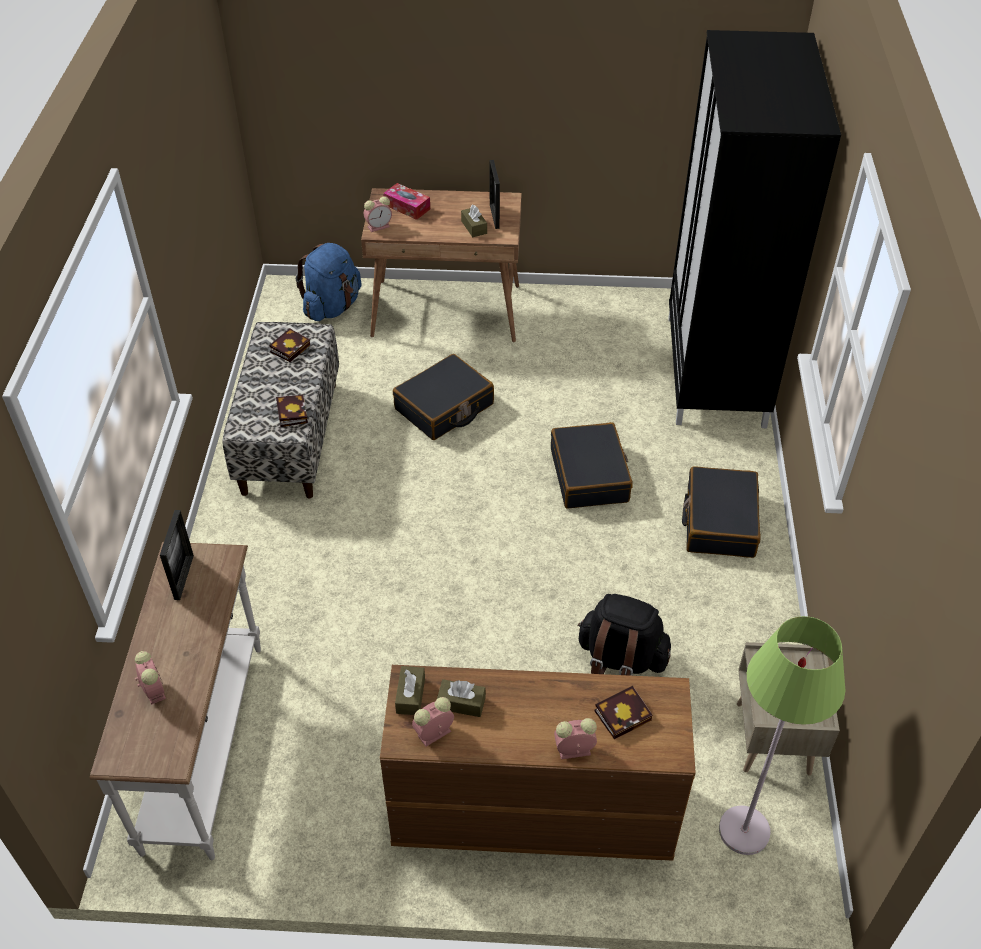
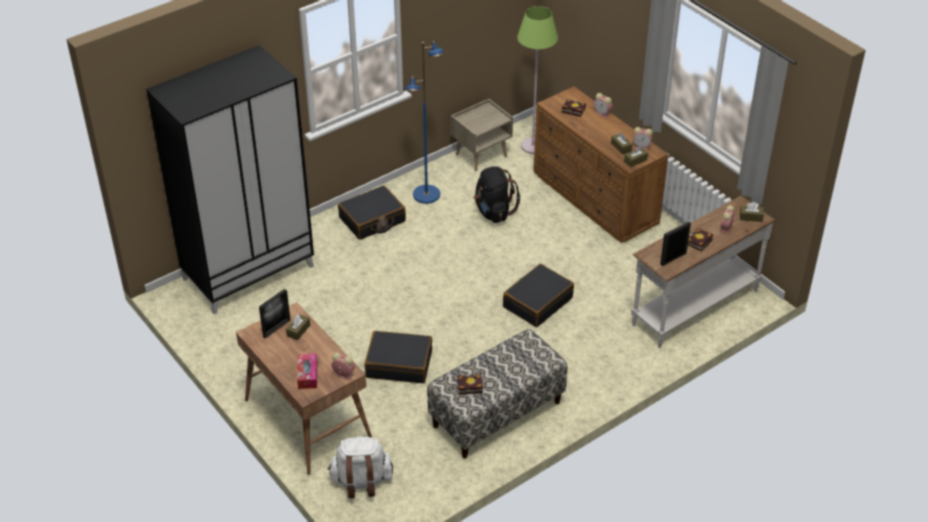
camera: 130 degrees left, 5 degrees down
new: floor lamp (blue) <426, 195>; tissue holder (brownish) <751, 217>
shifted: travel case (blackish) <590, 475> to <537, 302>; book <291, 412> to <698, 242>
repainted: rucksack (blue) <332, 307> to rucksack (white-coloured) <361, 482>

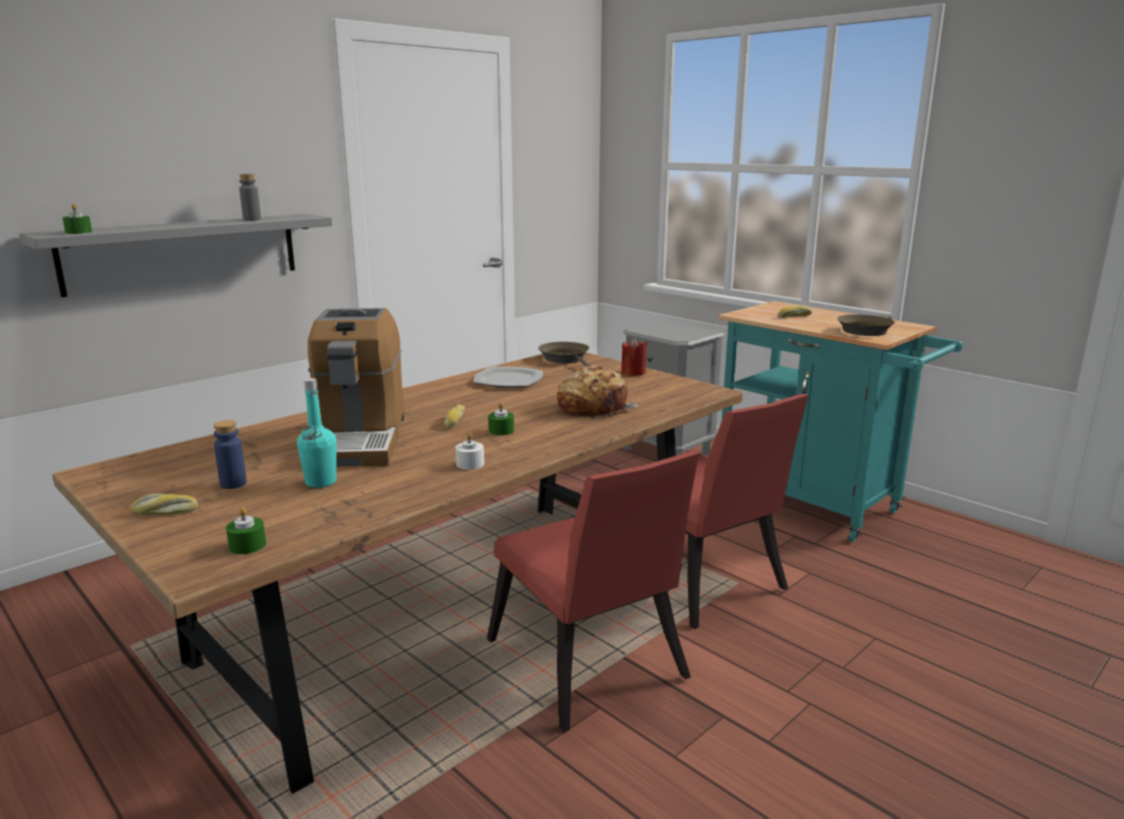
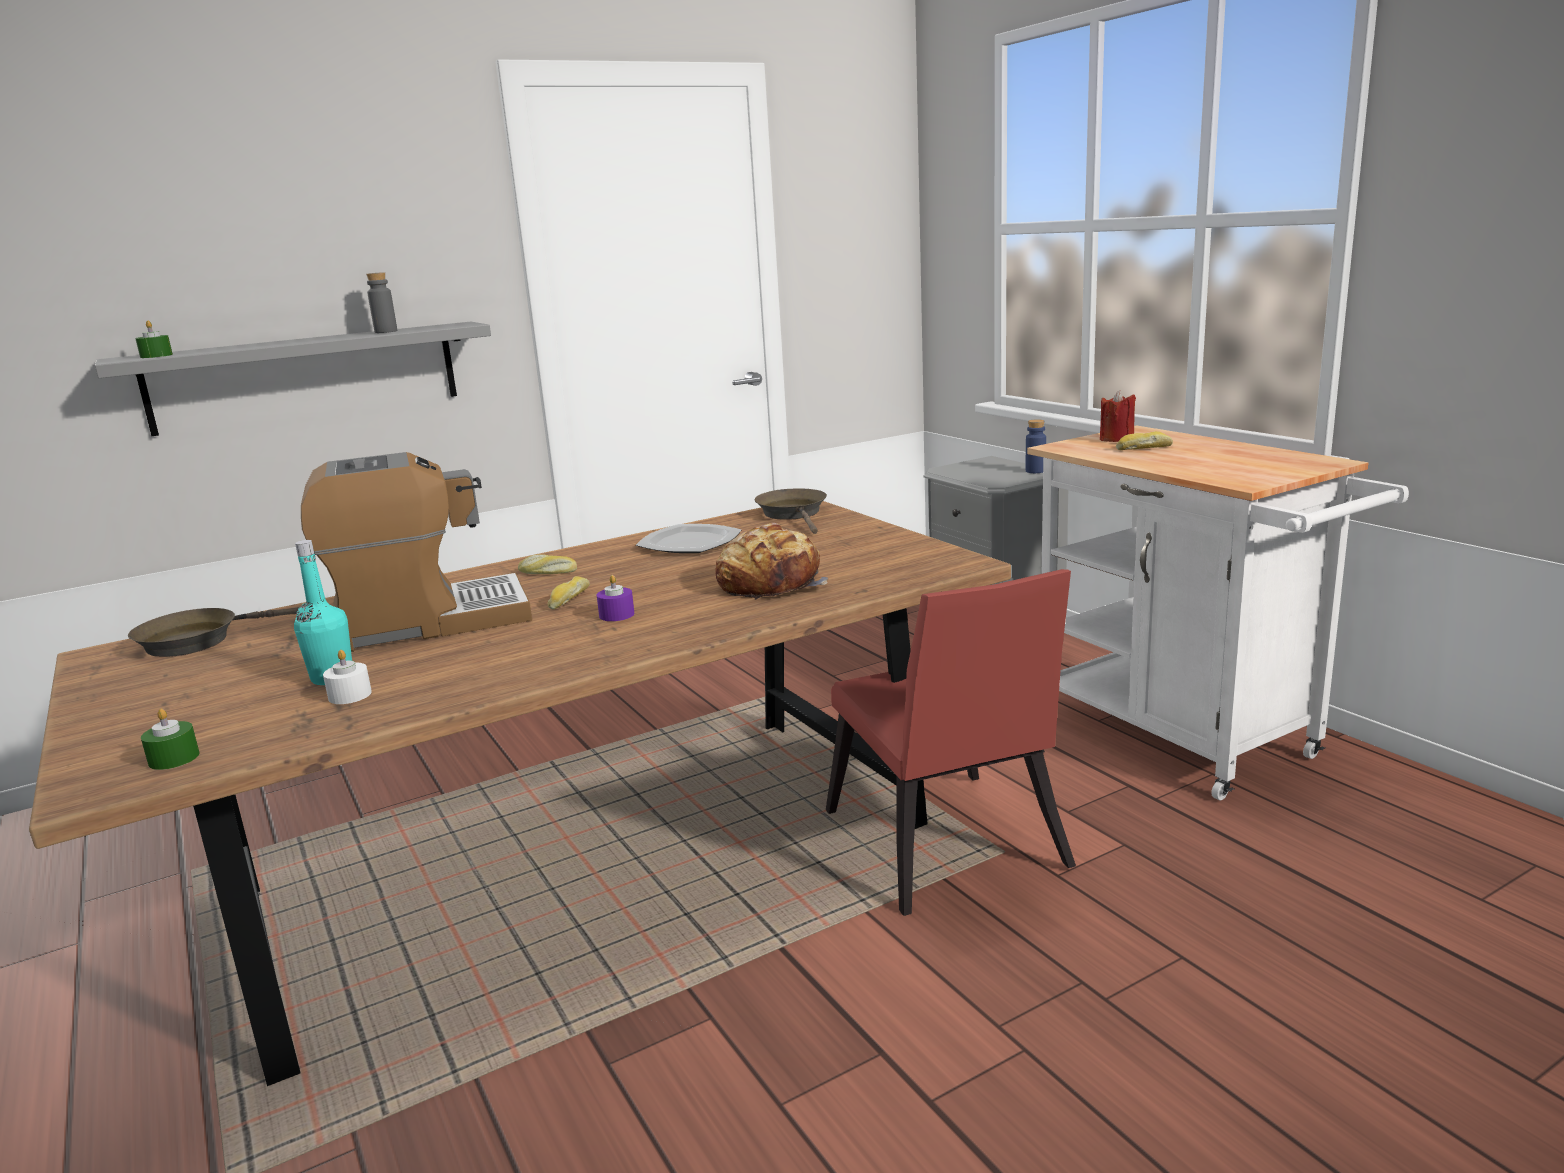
camera: 15 degrees right, 0 degrees up
gone: upright chair (reddish) <589, 668>
shifted: frying pan (brownish) <866, 330> to <198, 641>; wax candle (white-coloured) <470, 464> to <350, 695>; baked bread <164, 512> to <547, 572>; drink bottle (blue) <233, 484> to <1035, 471>; wax candle (reddish) <633, 373> to <1116, 439>
repainted: wax candle (greenish) <501, 431> to wax candle (purplish) <616, 615>; cart (turquoise-coloured) <816, 505> to cart (white-coloured) <1186, 739>
rotated: coffee machine <358, 439> = <428, 621> 120 degrees counterclockwise

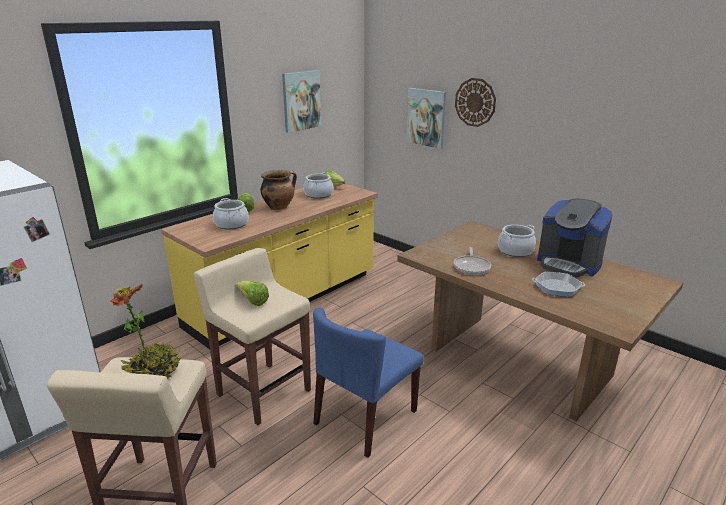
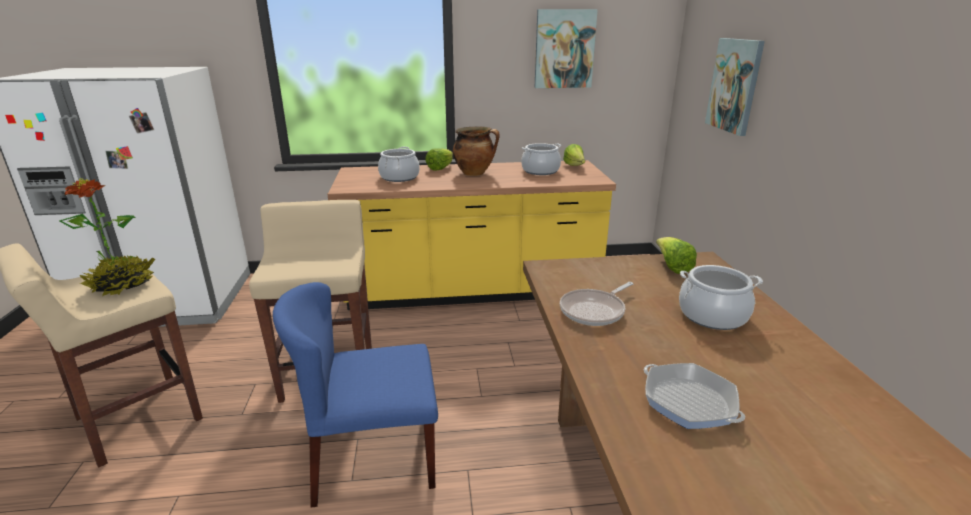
camera: 40 degrees right, 0 degrees up
gone: wall clock <475, 102>; coffee machine <568, 264>
shifted: lettuce head <253, 301> to <672, 267>

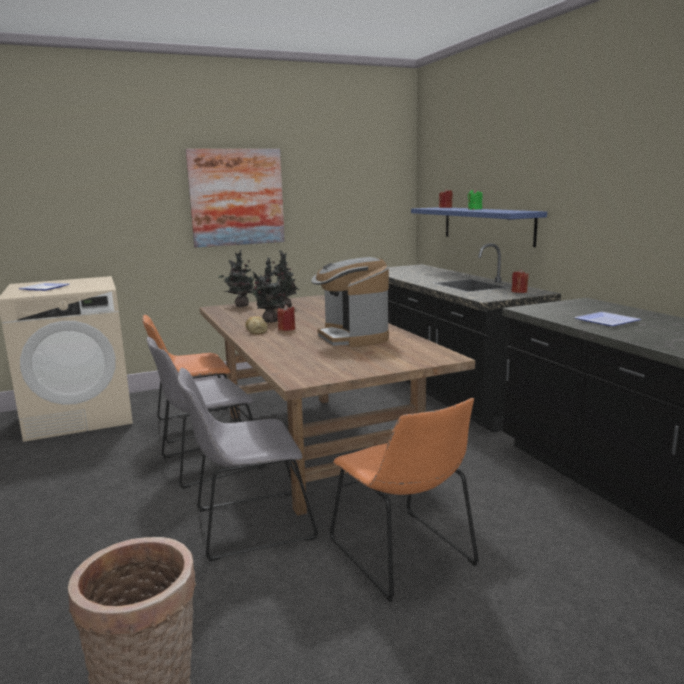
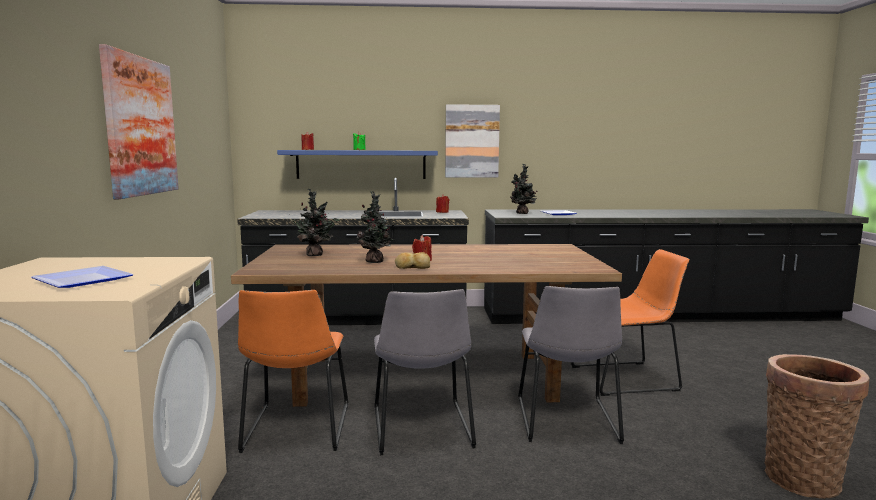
camera: 70 degrees left, 5 degrees down
gone: coffee machine <352, 337>
new: wall art <472, 141>
shifted: plant in a pot <240, 305> to <522, 213>

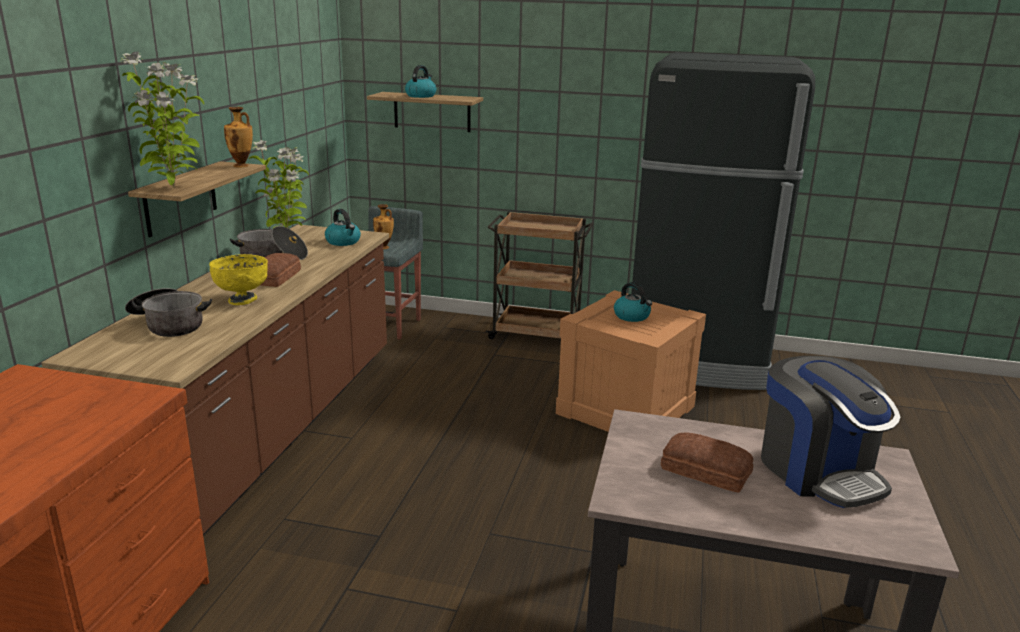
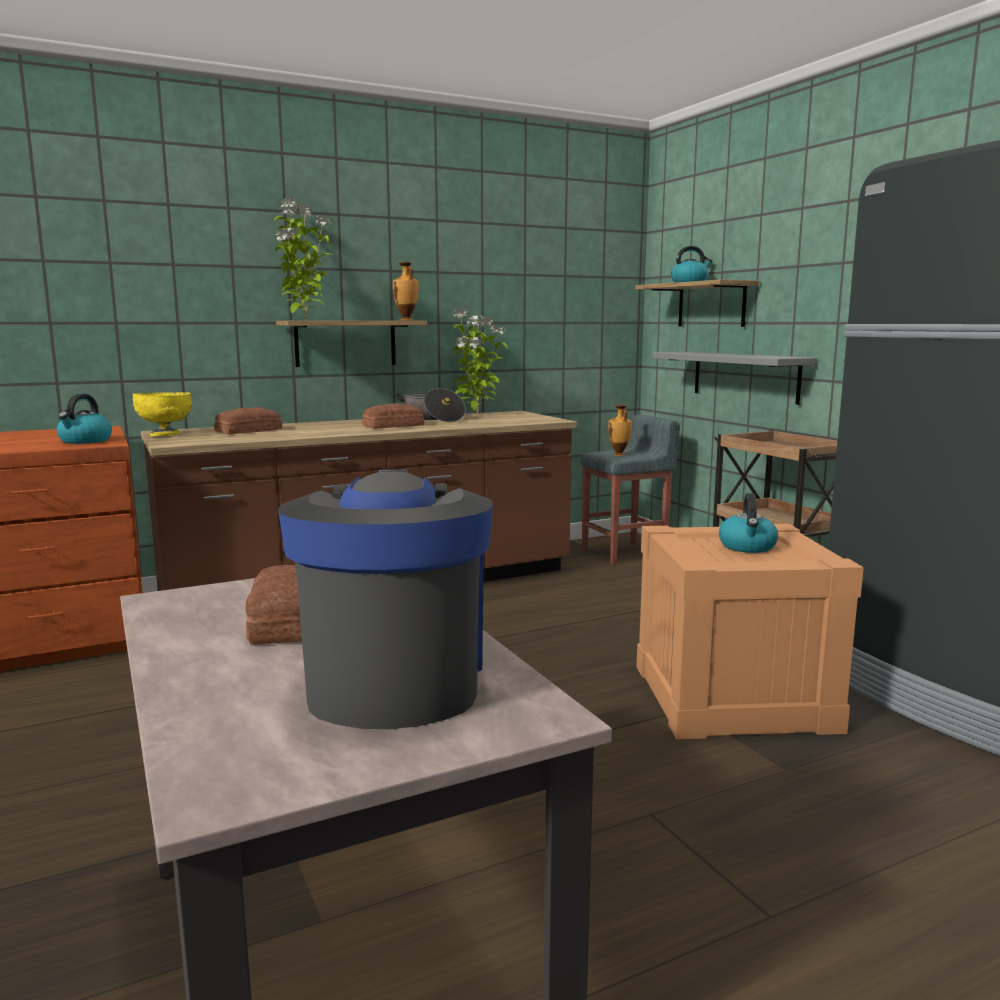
camera: 50 degrees right, 10 degrees down
new: wall shelf (greyish) <745, 376>
shifted: kettle <343, 242> to <85, 441>; bowl (yellowish) <242, 300> to <166, 435>
swapped: saucepot <169, 324> to baked bread <247, 430>
rotated: coffee machine <818, 471> = <394, 677> 150 degrees clockwise

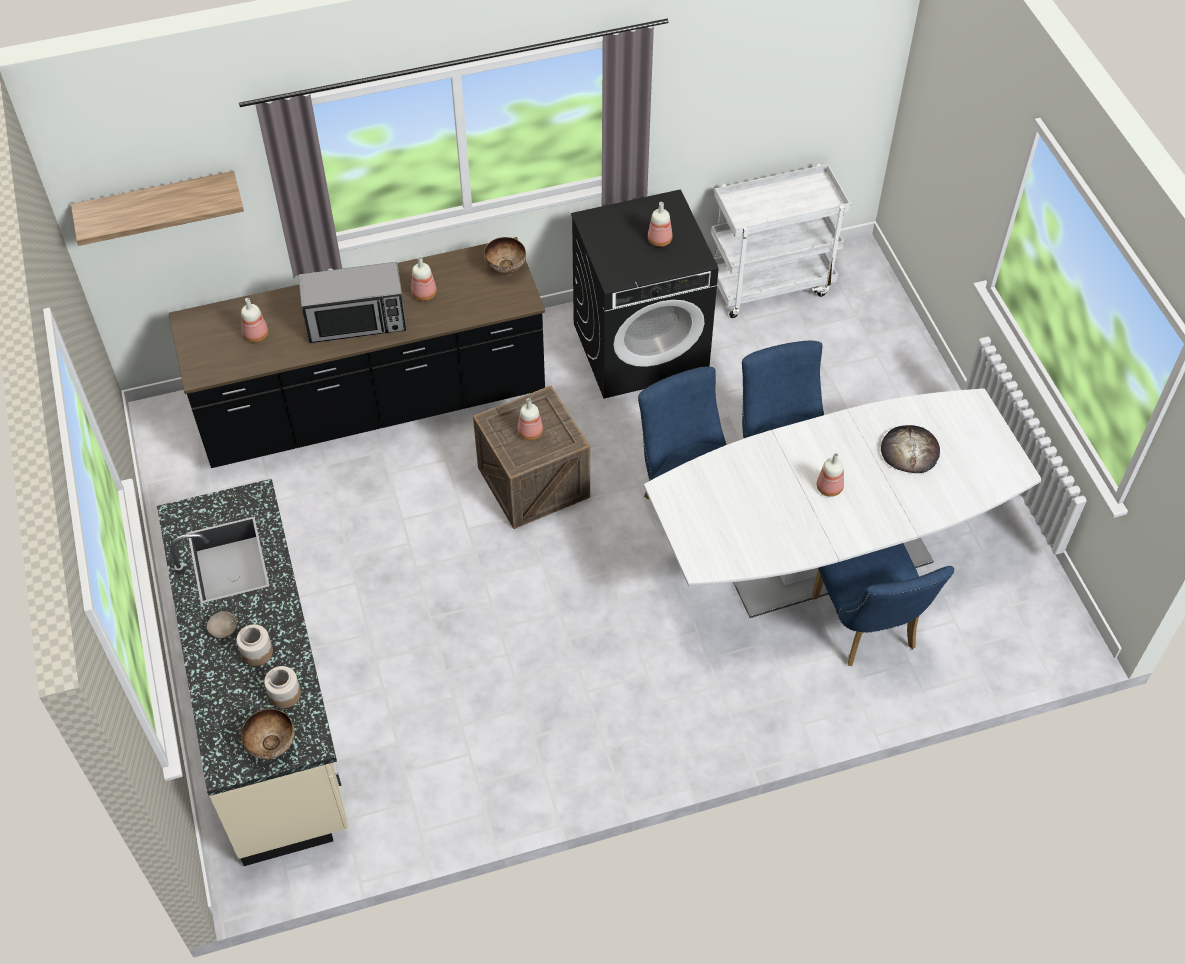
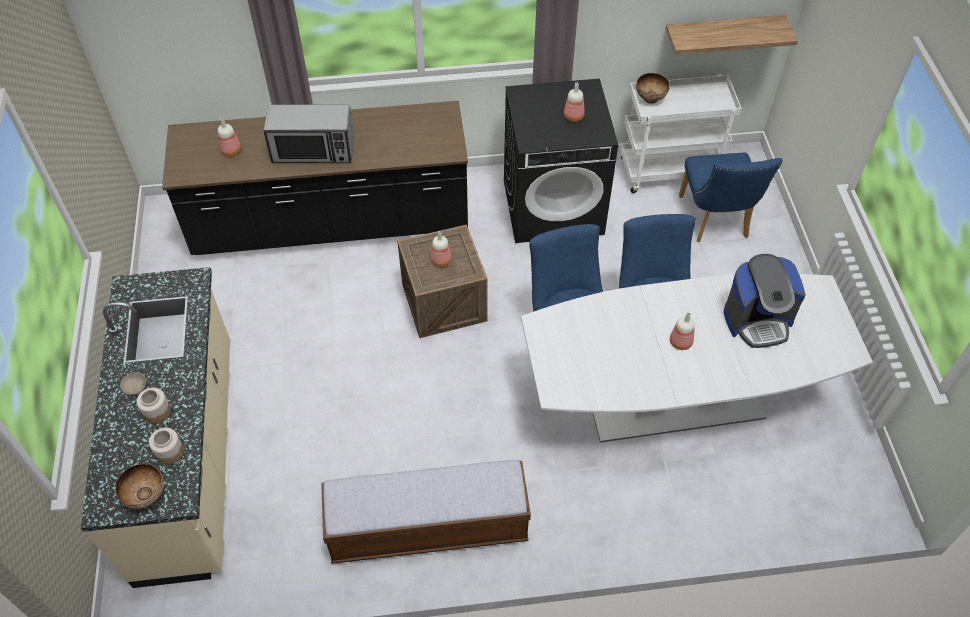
camera: 10 degrees right, 0 degrees up
gone: drink bottle <425, 294>
new: bench <428, 528>
shifted: bowl <505, 269> to <650, 98>; wall shelf <157, 203> to <723, 33>; upright chair (blue) <867, 629> to <715, 221>
swapped: baked bread <909, 451> to coffee machine <757, 320>

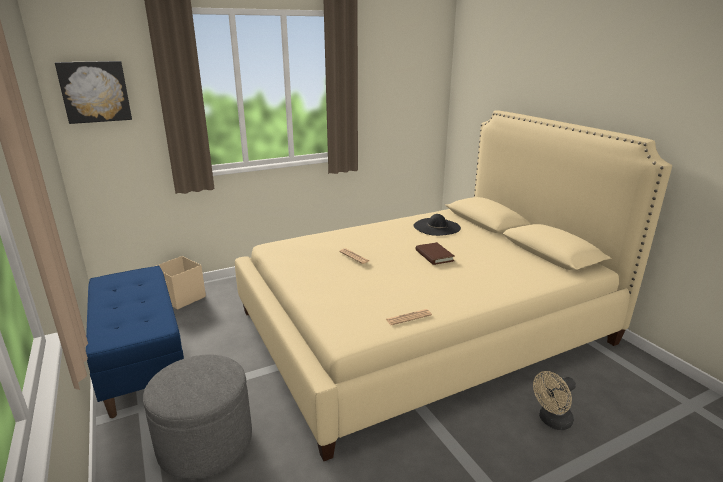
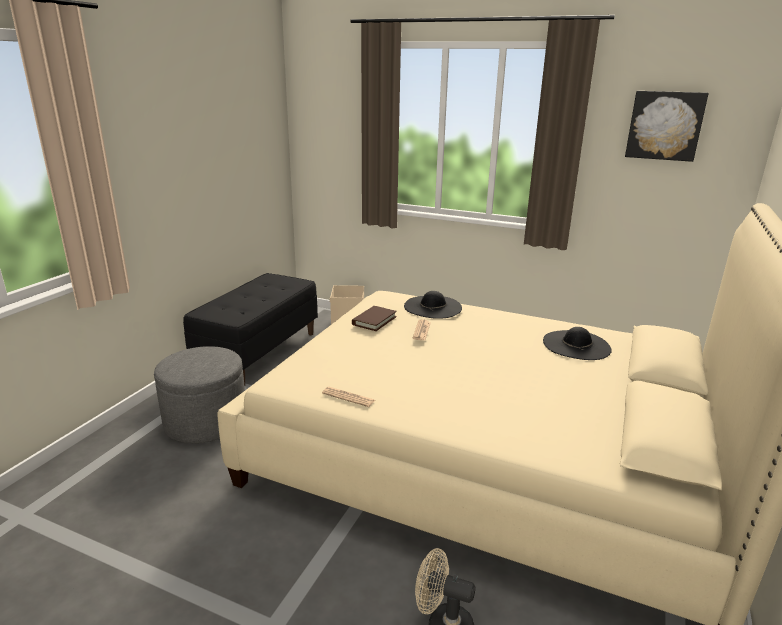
camera: 50 degrees right, 0 degrees up
new: wearable hat (blackish) <433, 307>
shifted: book (brownish) <434, 255> to <374, 320>; wall art <95, 91> to <664, 125>
repainted: bench (blue) <141, 362> to bench (blackish) <258, 352>

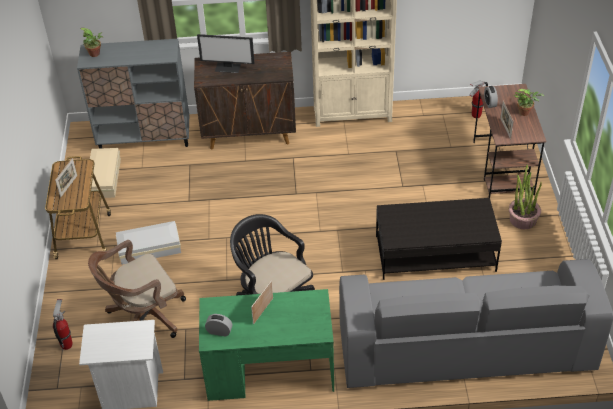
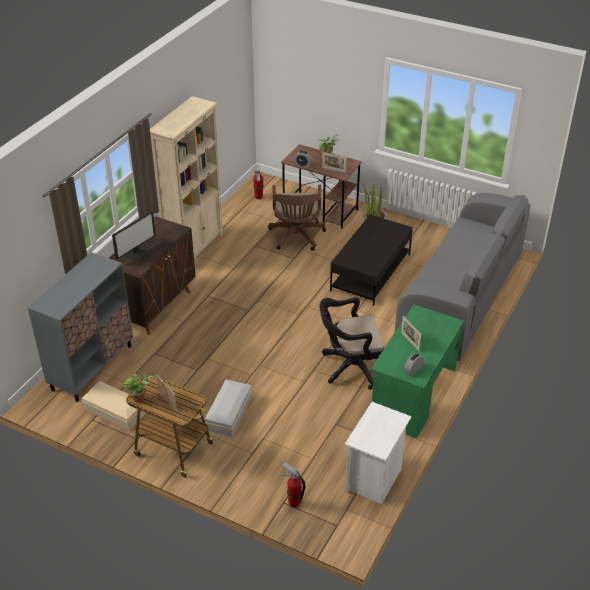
camera: 60 degrees left, 5 degrees down
shifted: plant in a pot <96, 54> to <140, 397>; computer chair (brownish) <143, 317> to <296, 237>

